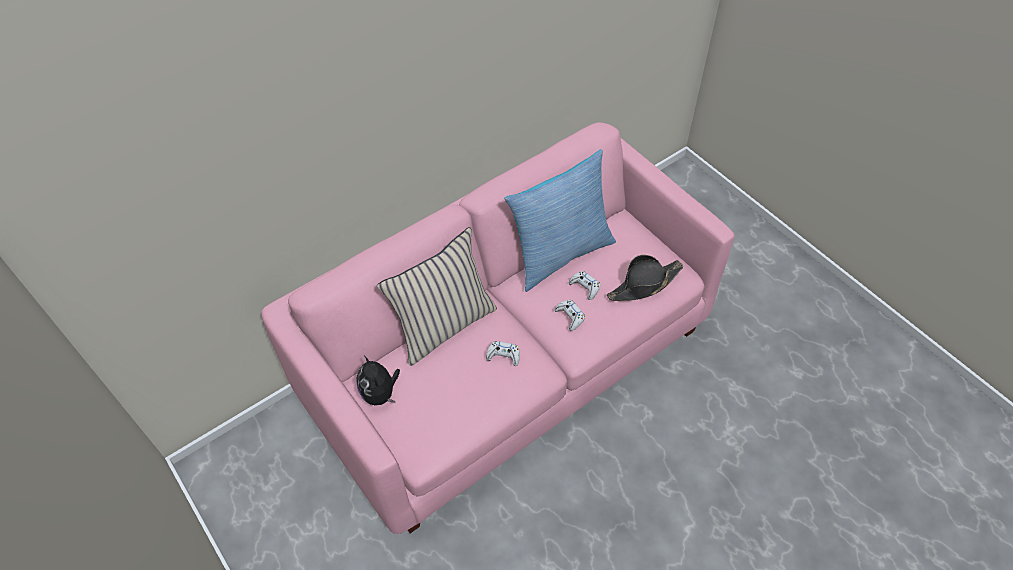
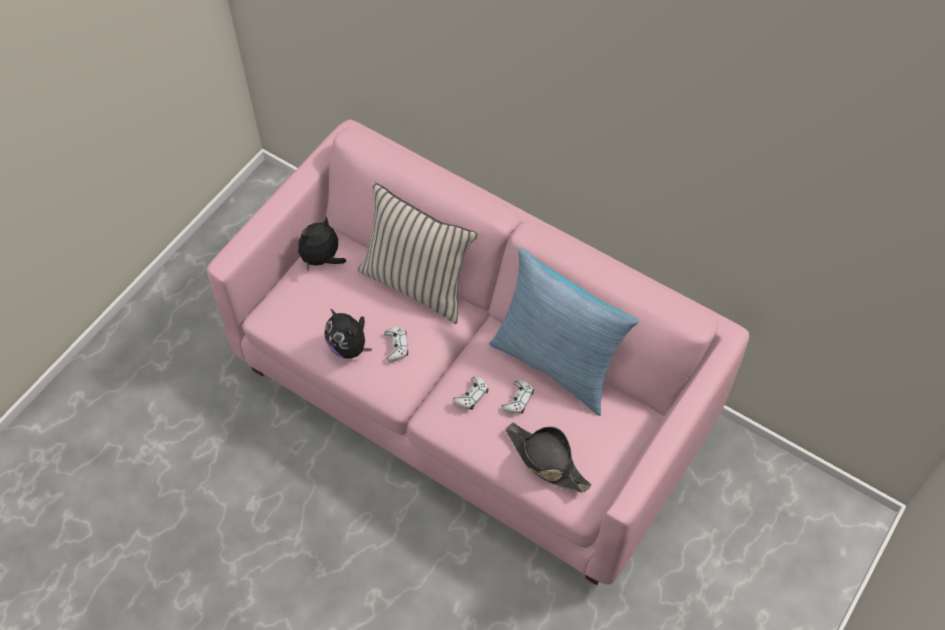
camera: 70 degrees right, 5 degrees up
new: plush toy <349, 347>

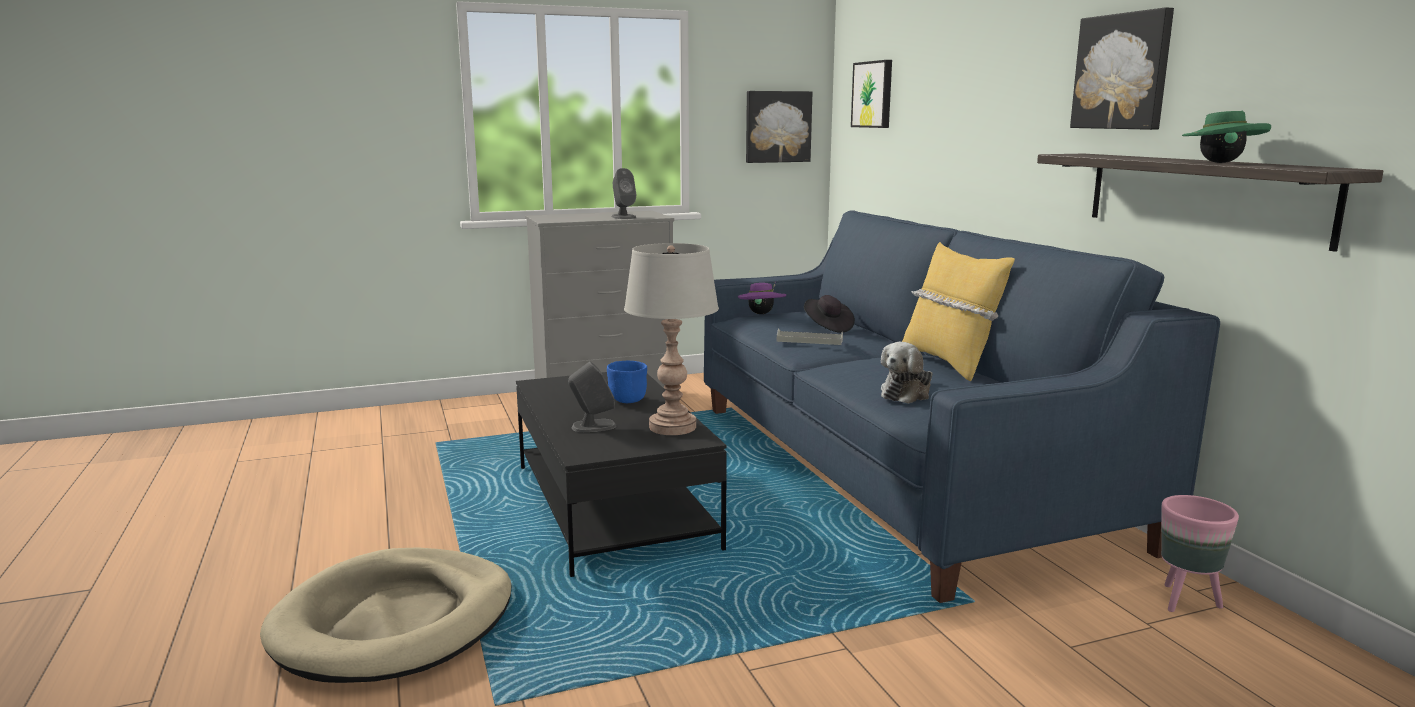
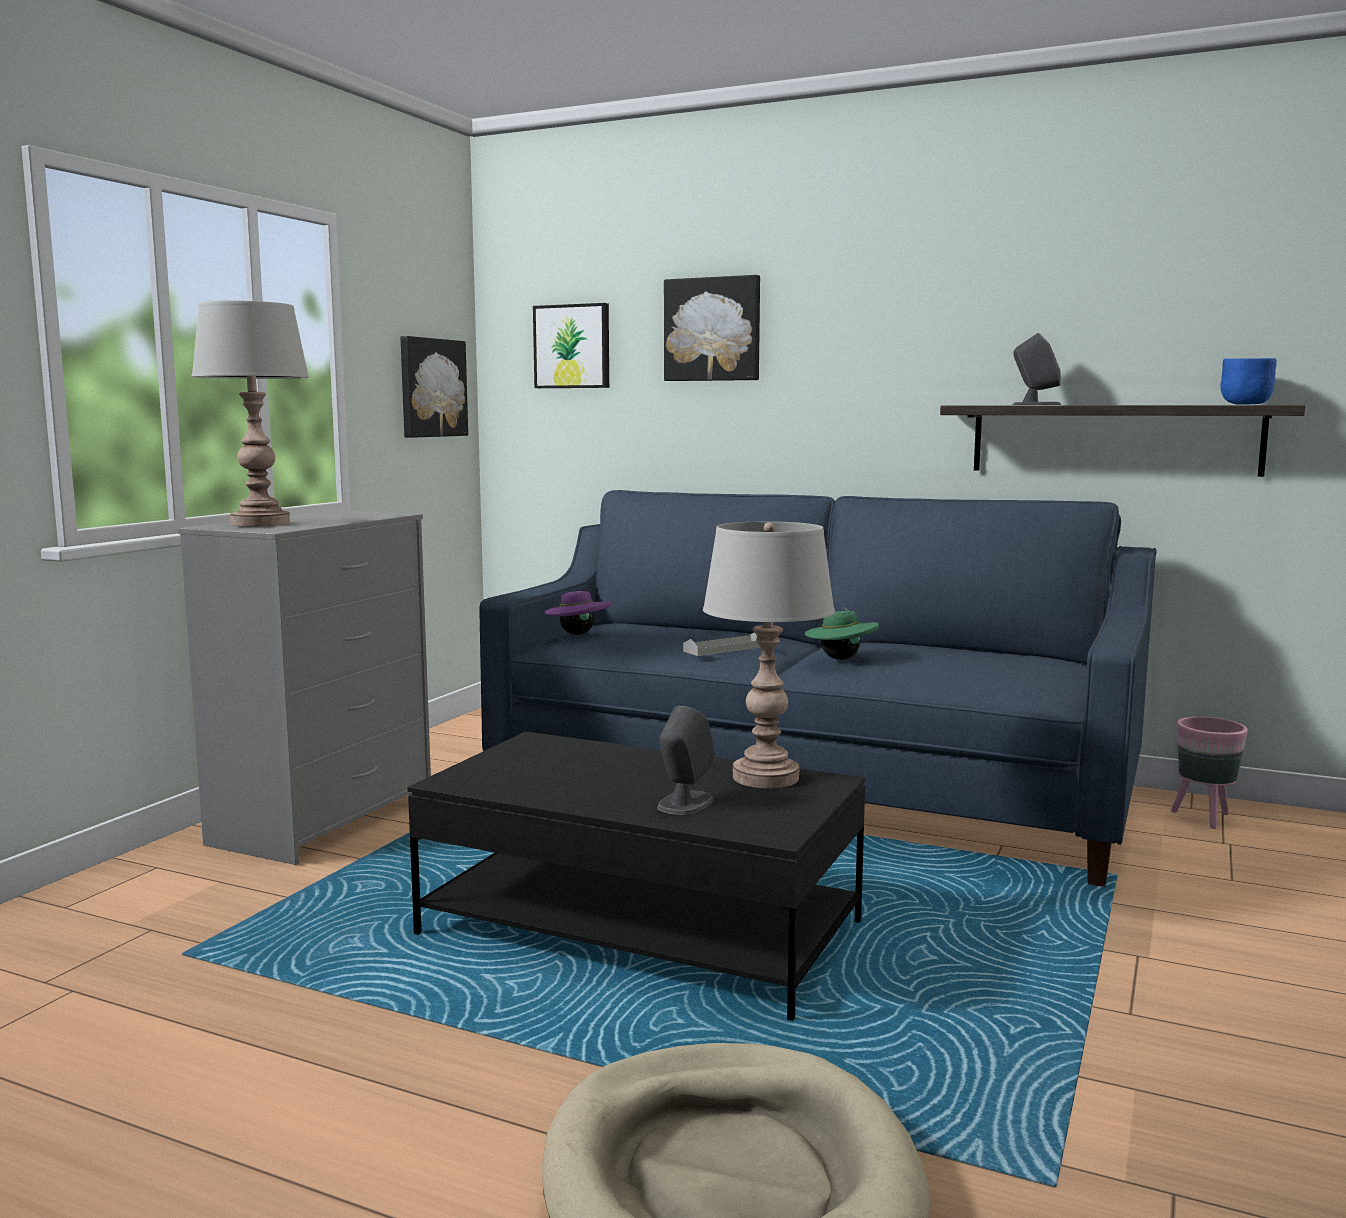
camera: 45 degrees left, 5 degrees down
gone: wearable hat (blackish) <827, 327>; plush toy <907, 393>; pillow (yellowish) <949, 363>
new: table lamp (greyish) <260, 523>
shifted: wall art <1123, 72> to <713, 329>; wearable hat (greenish) <1221, 162> to <840, 658>; loudspeaker (greyish) <623, 217> to <1035, 404>; bowl (blue) <627, 400> to <1245, 404>

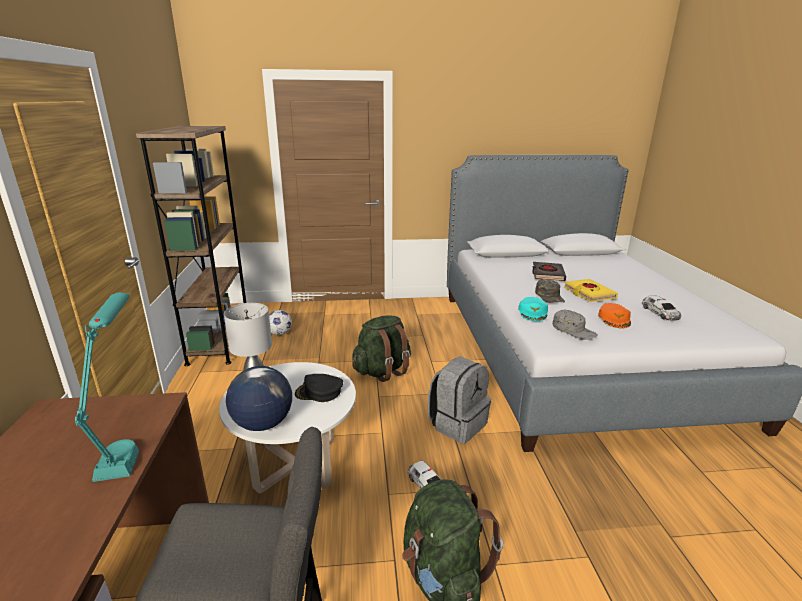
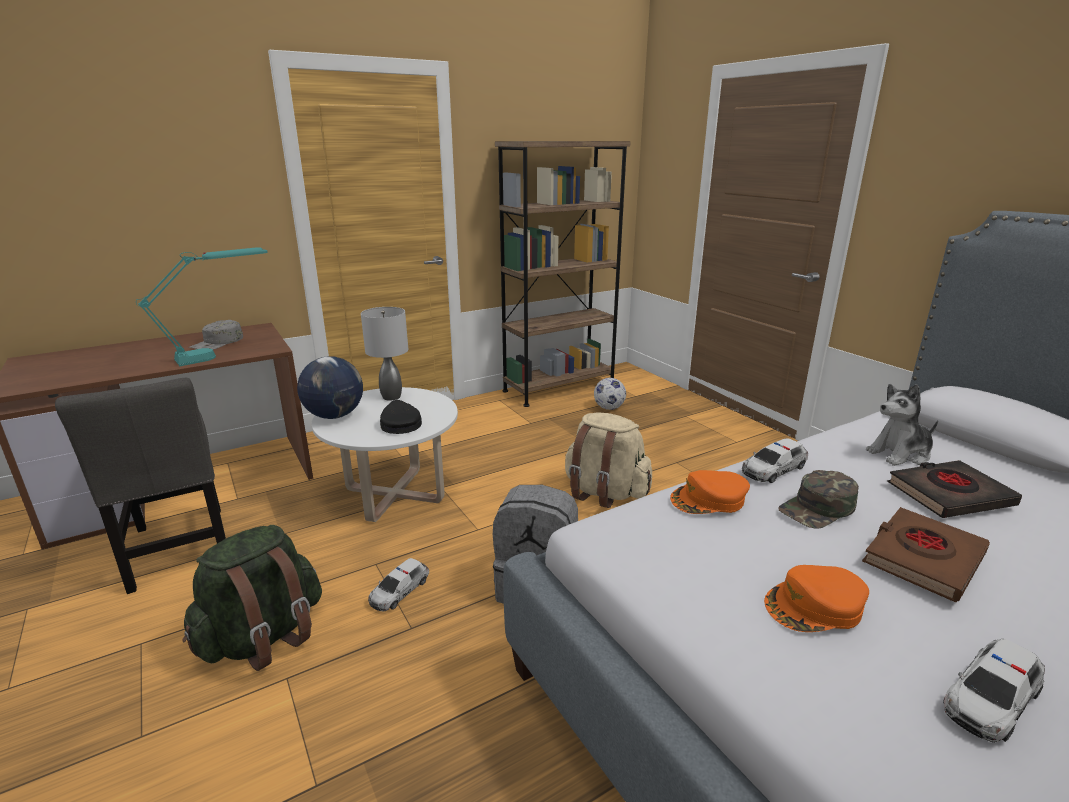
camera: 65 degrees right, 0 degrees up
new: miniature car <773, 469>; plush toy <900, 454>
shifted: peaked cap (greyish) <574, 330> to <217, 343>
repainted: rucksack (greenish) <382, 371> to rucksack (sand-coloured) <604, 492>; peaked cap (turquoise-coloured) <533, 312> to peaked cap (orangey) <709, 499>; book (yellowish) <589, 293> to book (brownish) <922, 558>

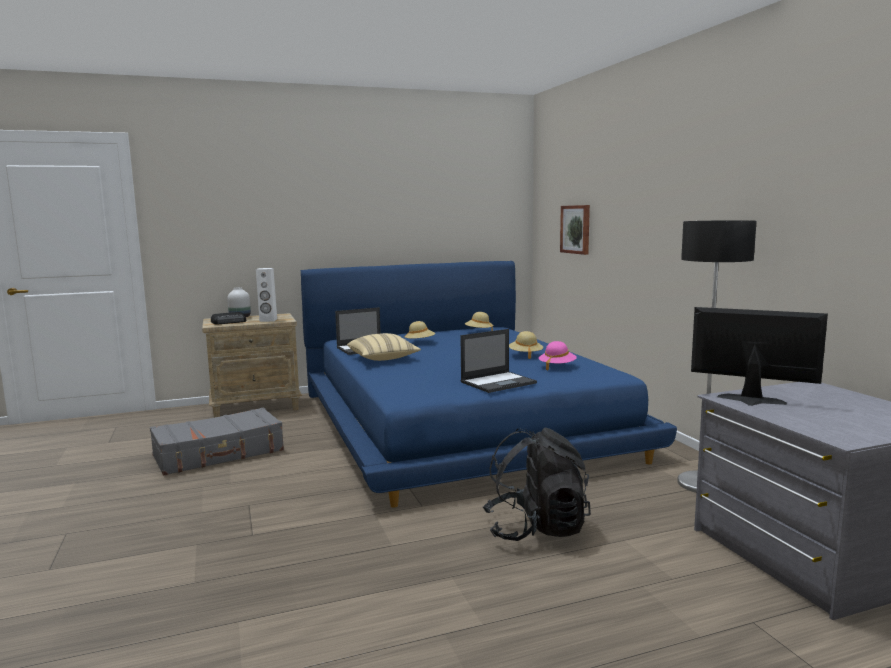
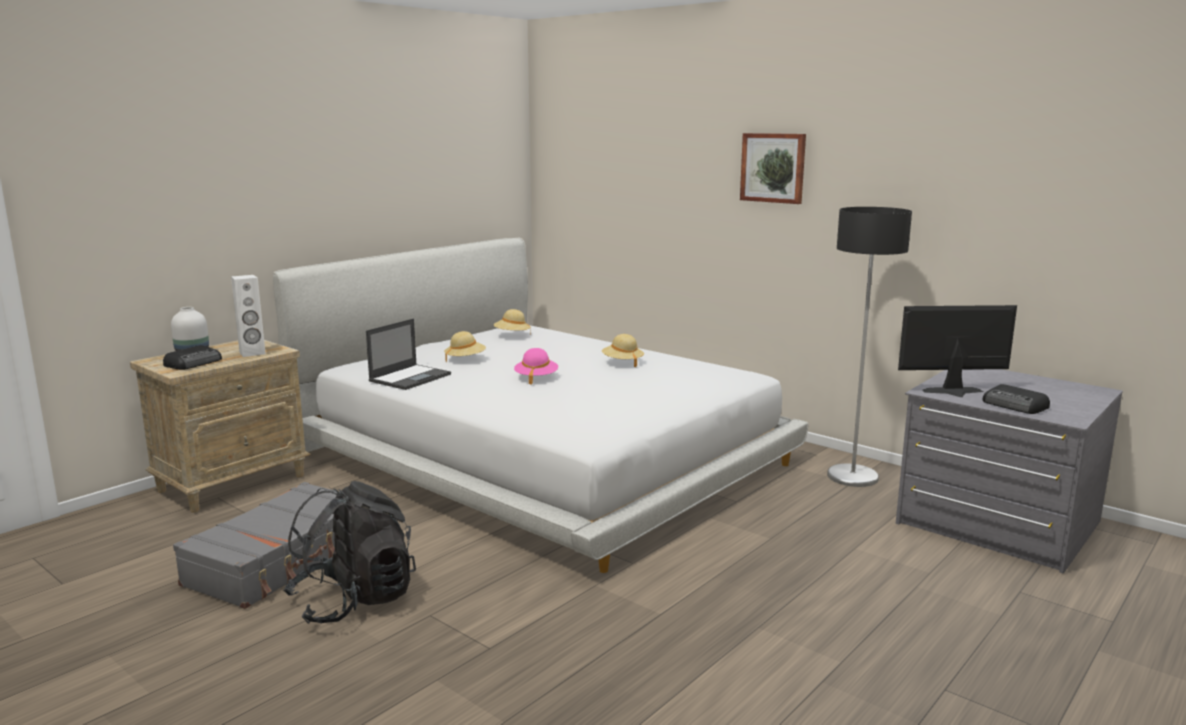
camera: 30 degrees left, 5 degrees up
gone: pillow (sand-coloured) <383, 359>; notebook computer <499, 382>
new: radio set <1015, 405>
shifted: rucksack (blackish) <536, 529> to <353, 600>; wearable hat (pink-coloured) <557, 367> to <536, 378>; wall art <576, 229> to <773, 167>
repainted: sleeping bed (blue) <459, 423> to sleeping bed (white-coloured) <541, 455>

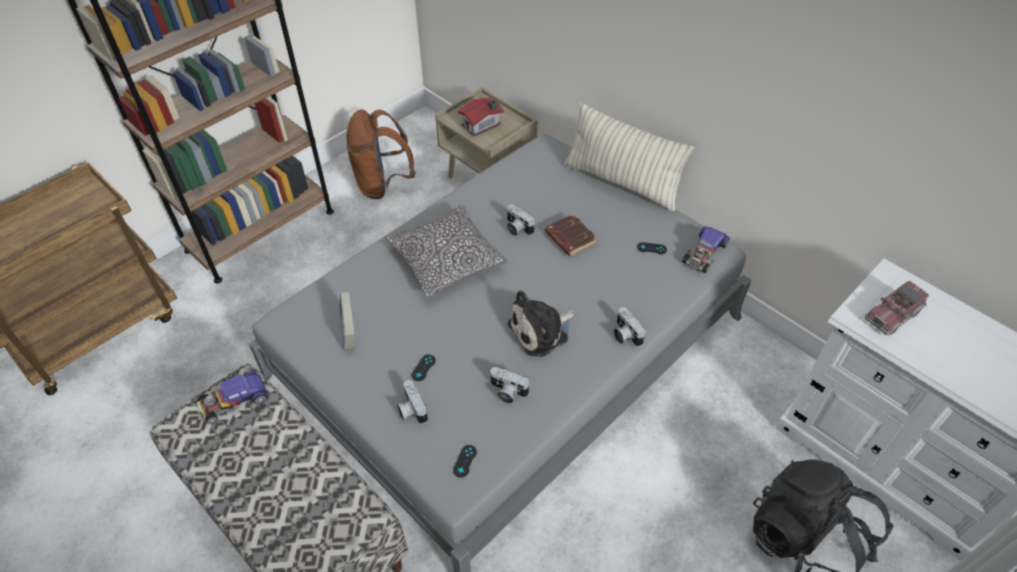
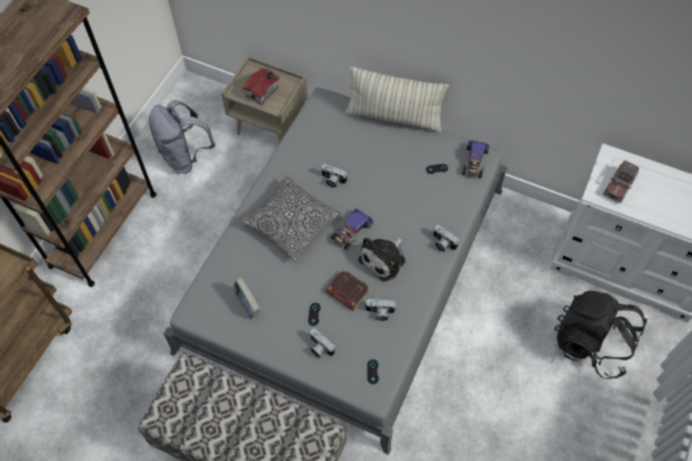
camera: 20 degrees left, 10 degrees up
shifted: book (brownish) <569, 238> to <347, 291>; miniature car <233, 401> to <351, 231>
repainted: rucksack (brownish) <382, 184> to rucksack (greyish) <185, 157>

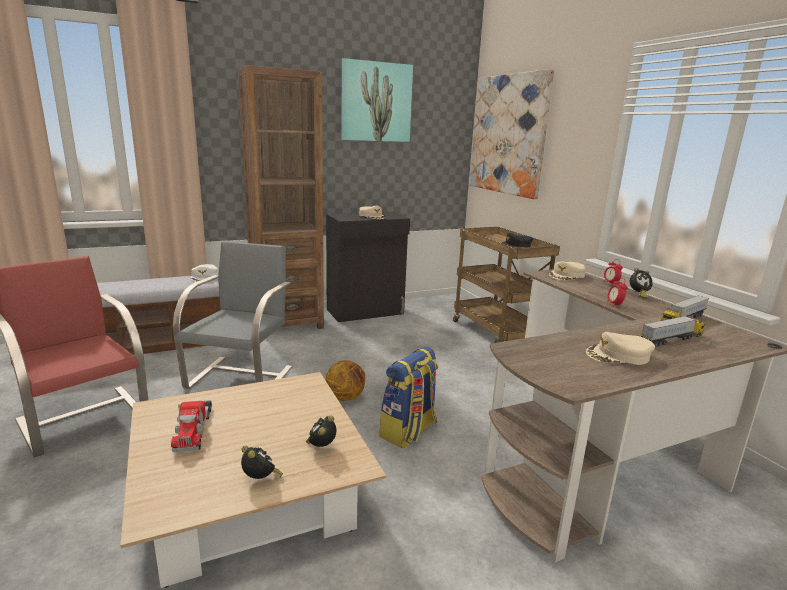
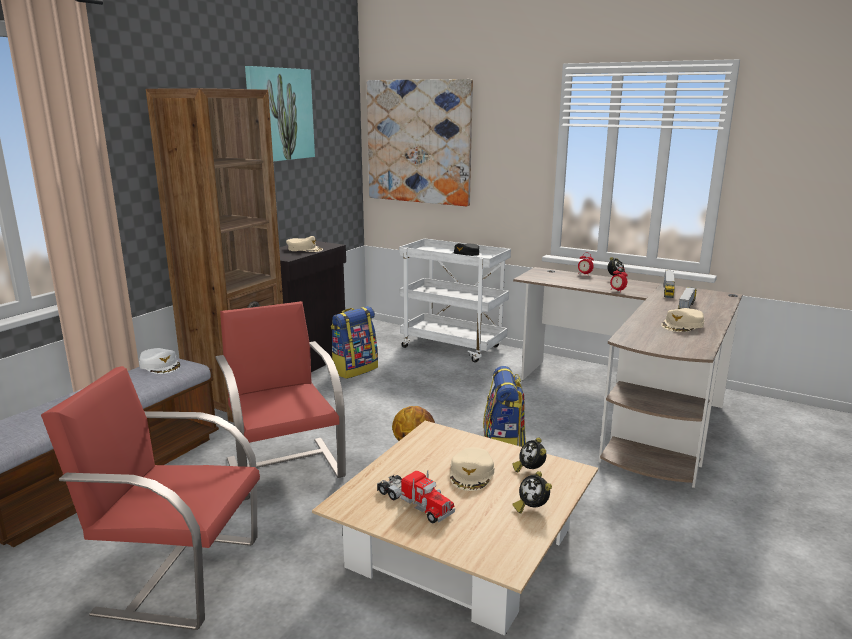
camera: 35 degrees left, 0 degrees up
new: rucksack <354, 369>
shifted: peaked cap (sand-coloured) <567, 275> to <472, 474>
repainted: upright chair (greyish) <242, 377> to upright chair (reddish) <285, 467>; cart (brownish) <497, 333> to cart (white-coloured) <454, 347>
rotated: bedside clock <261, 480> = <531, 508> 135 degrees counterclockwise

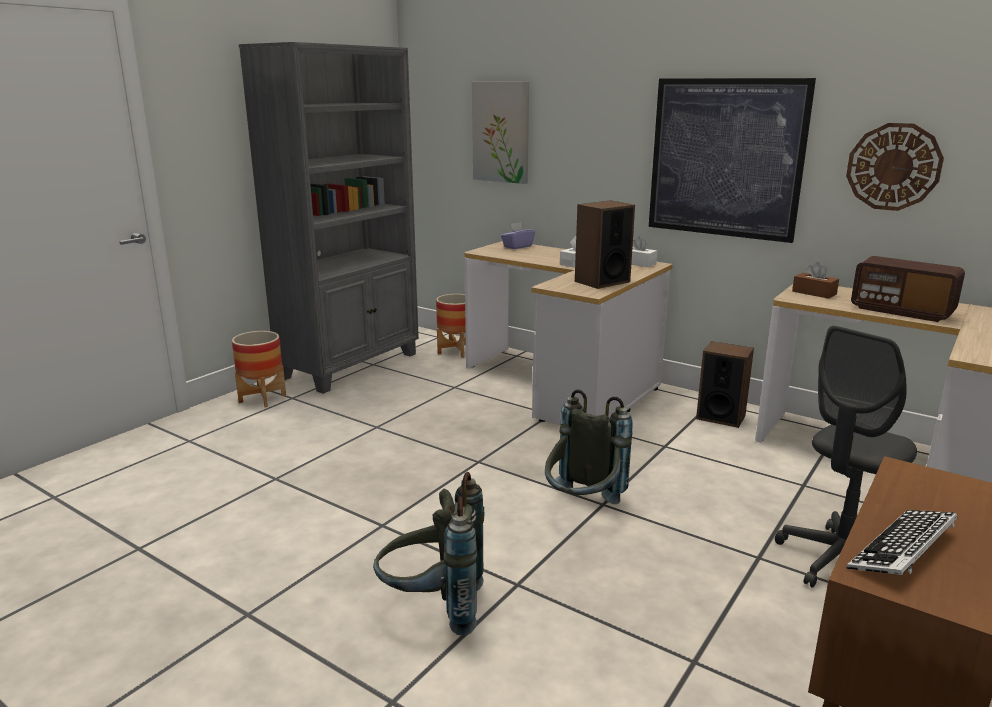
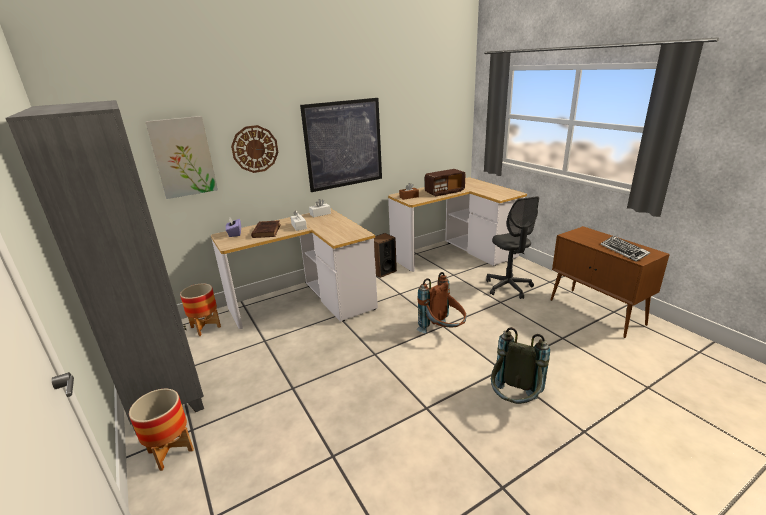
camera: 65 degrees left, 5 degrees up
gone: loudspeaker <601, 281>
new: book (brownish) <267, 231>
shifted: wall clock <893, 167> to <255, 149>
repainted: rucksack (greyish) <582, 507> to rucksack (brownish) <443, 332>

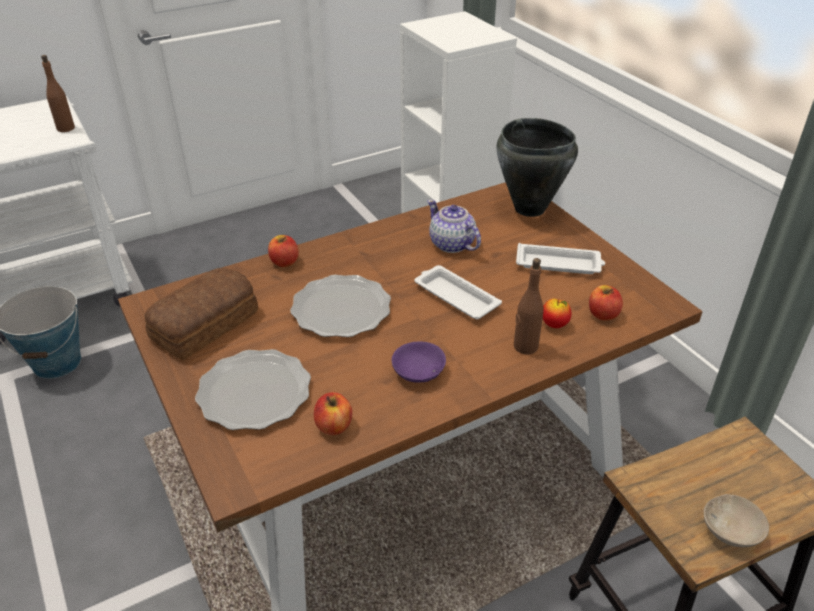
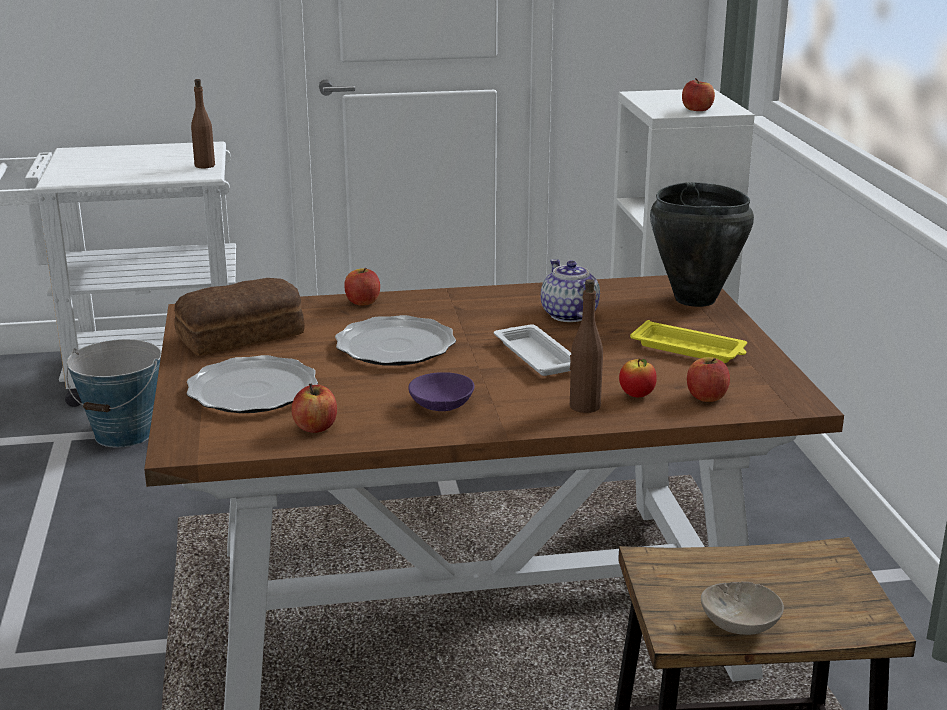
camera: 20 degrees right, 15 degrees down
new: apple fruit <697, 109>
repainted: tray (white-coloured) <559, 264> to tray (yellowish) <690, 349>

